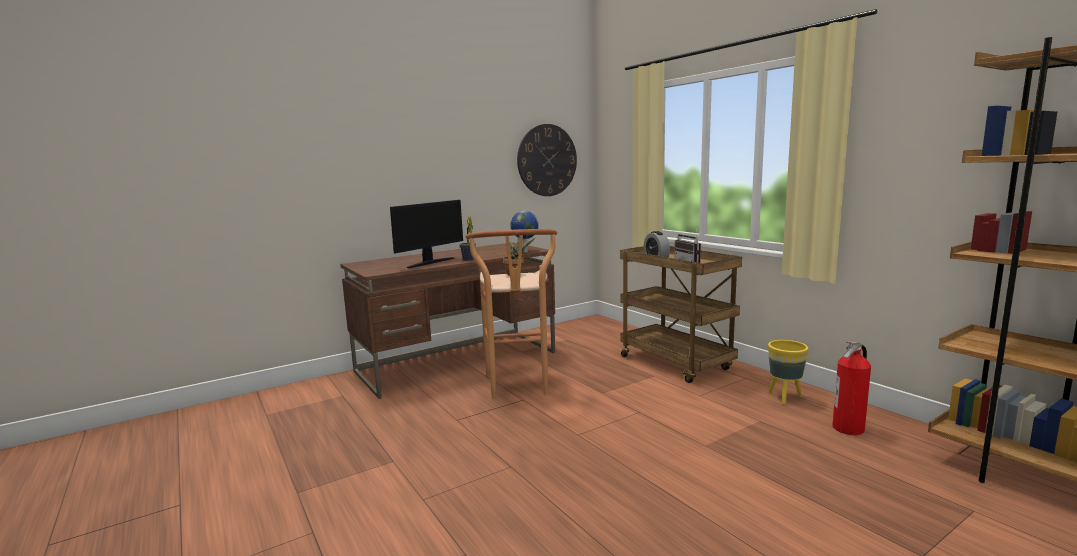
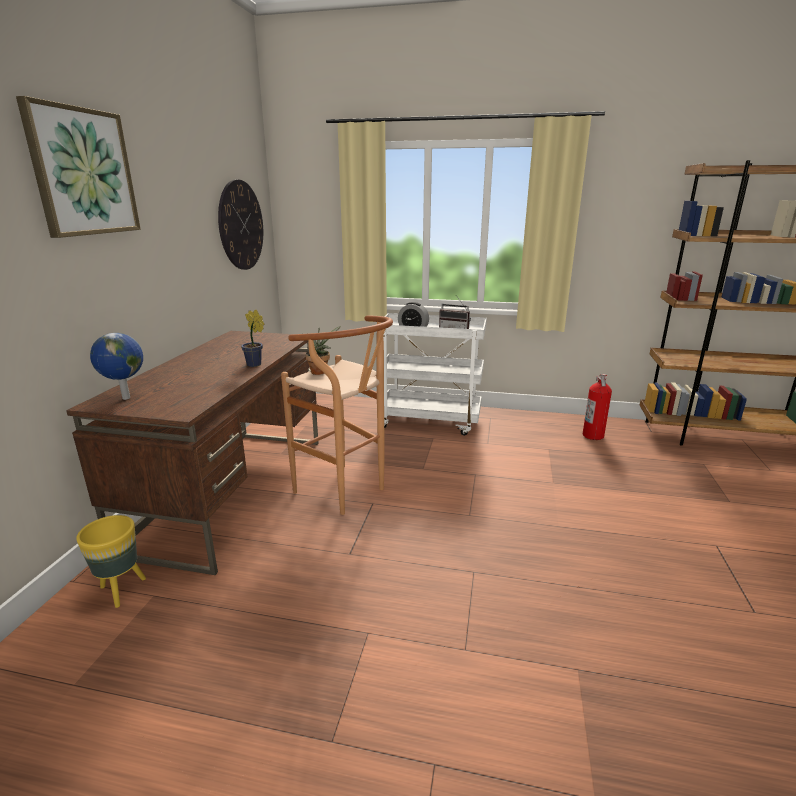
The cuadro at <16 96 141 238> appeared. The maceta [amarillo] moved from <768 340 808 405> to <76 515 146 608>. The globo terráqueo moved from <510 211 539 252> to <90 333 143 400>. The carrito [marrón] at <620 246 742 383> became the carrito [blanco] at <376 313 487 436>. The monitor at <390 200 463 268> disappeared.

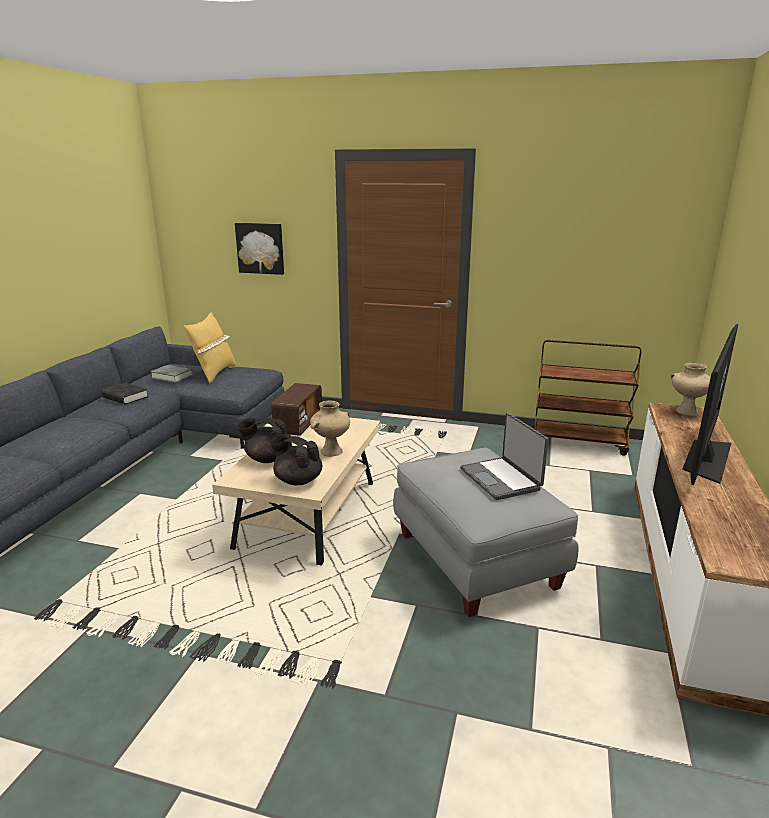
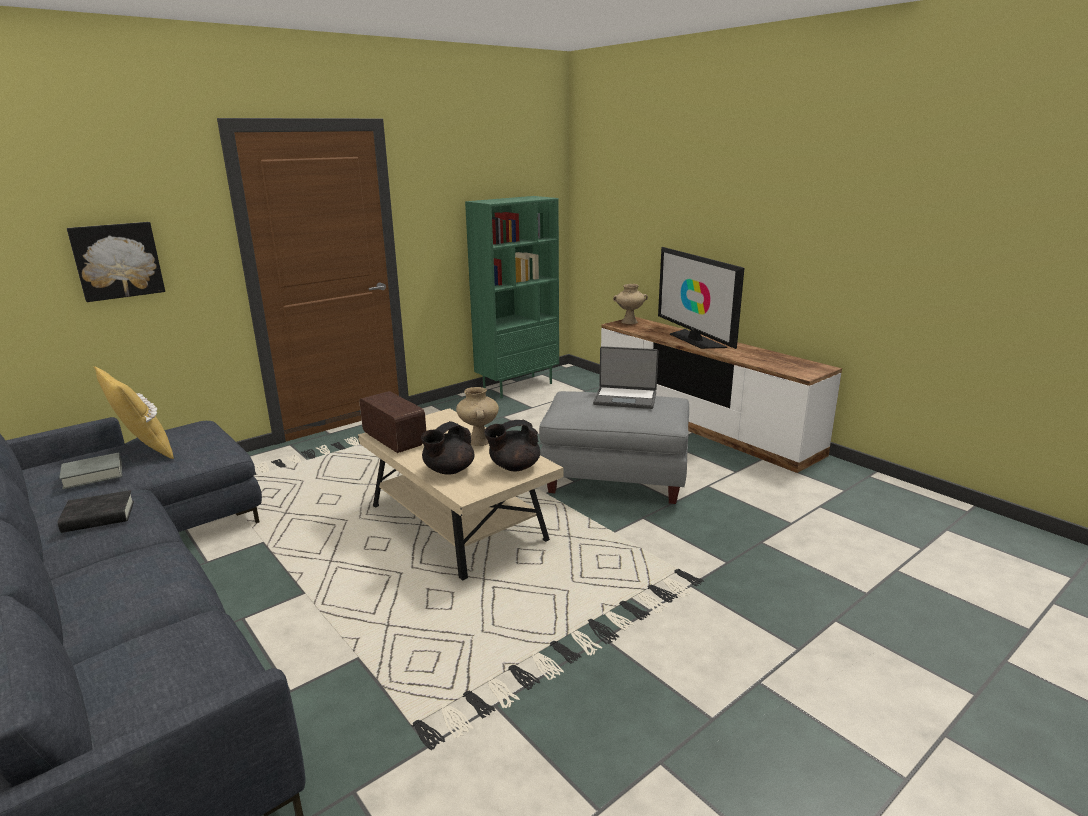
The carrito [marrón] at <532 340 641 456> was replaced by the estantería [verde] at <465 196 559 398>.

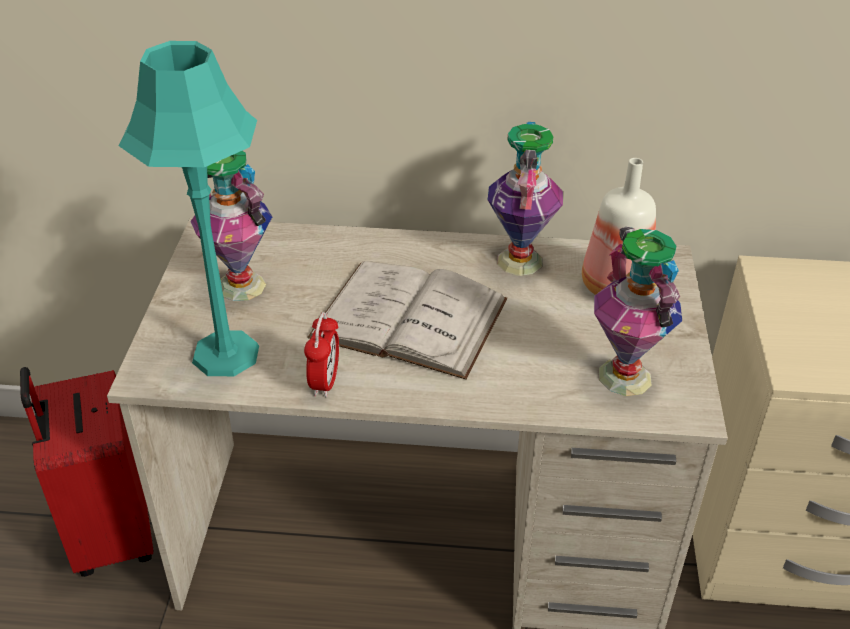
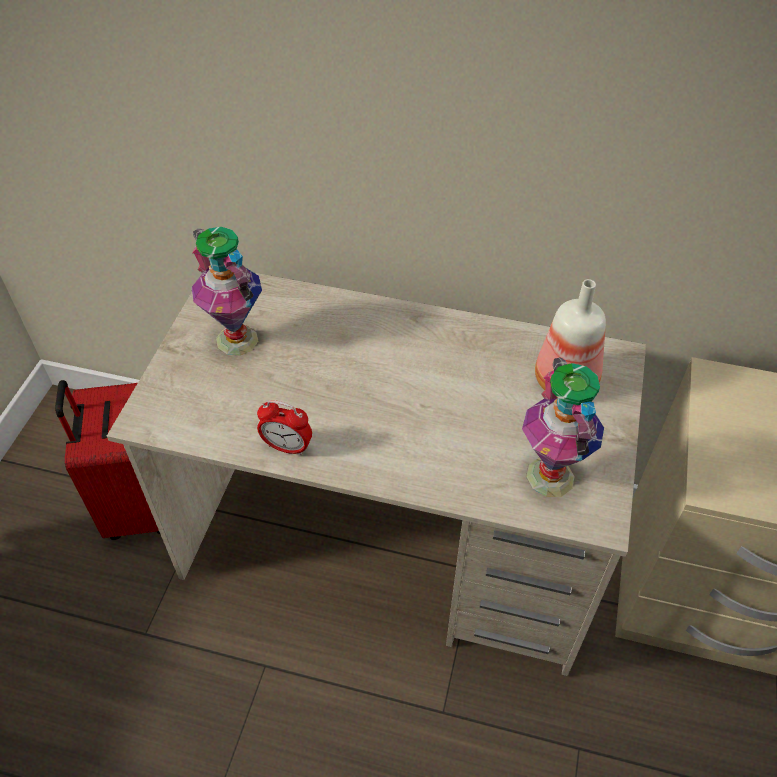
The despertador at <304 312 339 397> turned 90 degrees clockwise. The lámpara de mesa [turquesa] at <119 41 259 376> disappeared. The libro [blanco] at <307 261 507 380> disappeared. The florero at <488 122 563 276> disappeared.

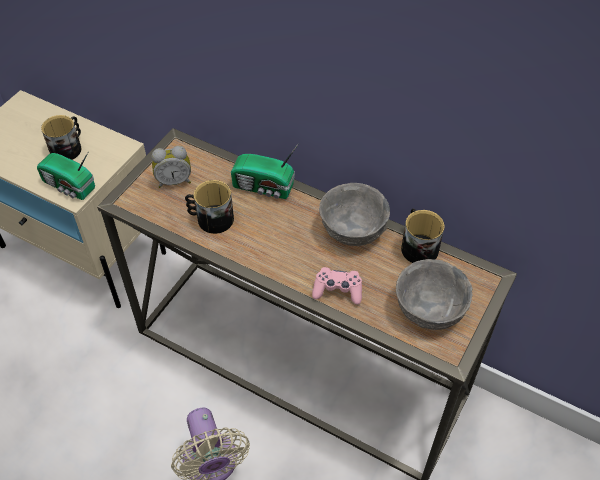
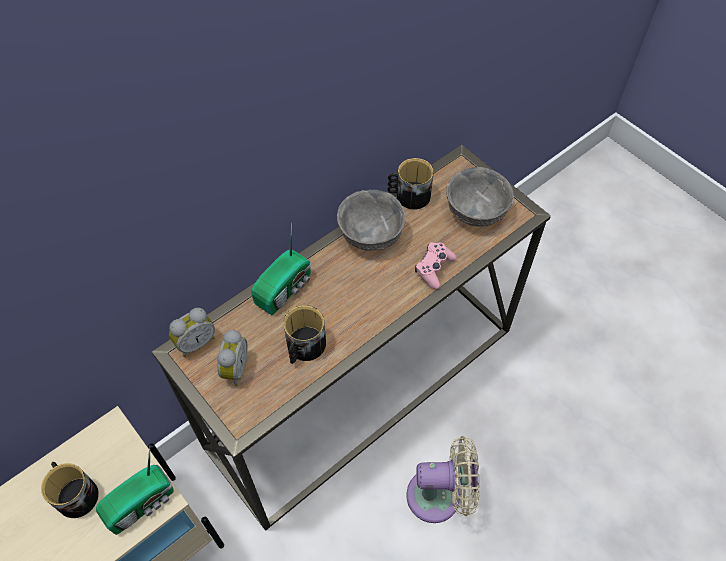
The despertador at <169 308 215 357> appeared.

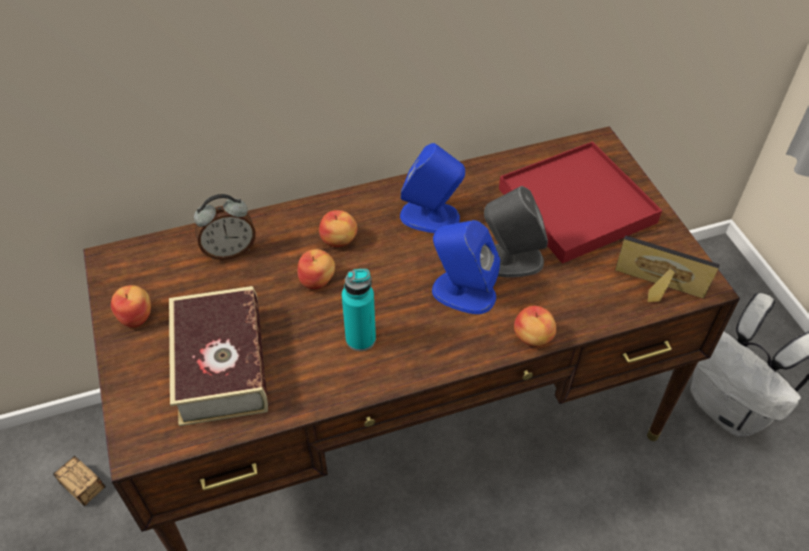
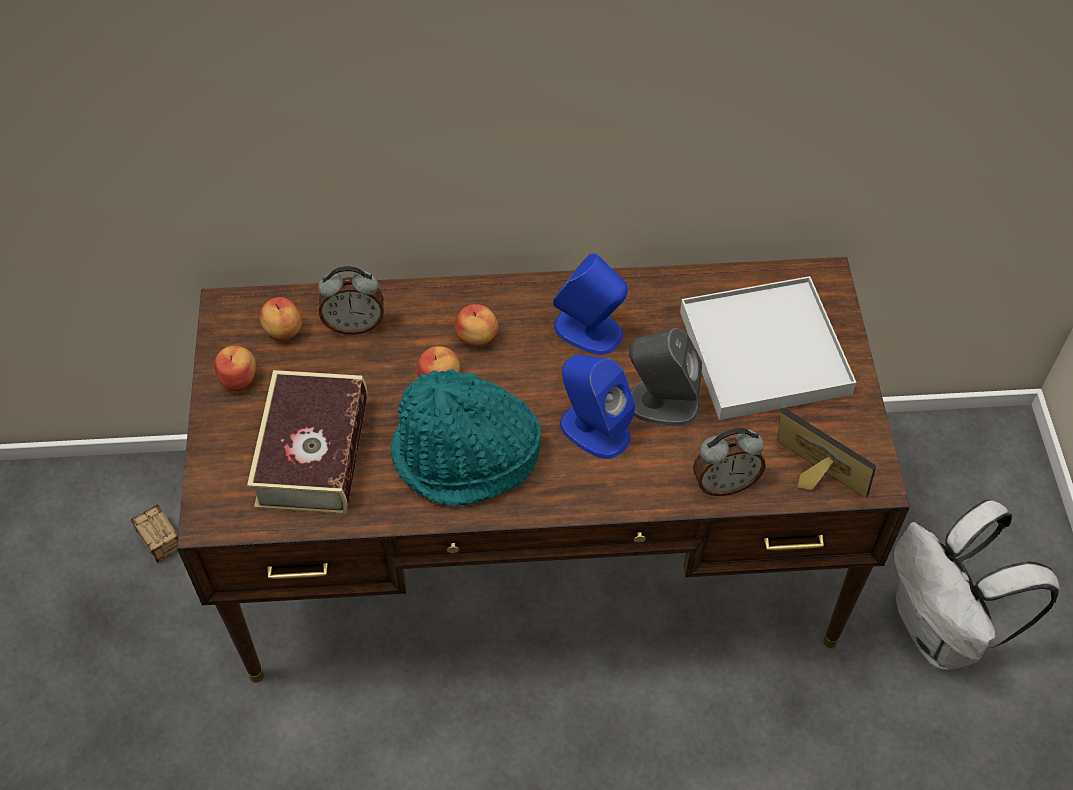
The manzana moved from <514 306 556 346> to <259 297 302 340>. The botella [turquesa] at <342 269 376 351> was replaced by the sombrero [turquesa] at <390 369 541 506>. The bandeja [rojo] at <499 141 662 264> became the bandeja [blanco] at <680 276 856 420>. The despertador at <693 428 766 496> appeared.

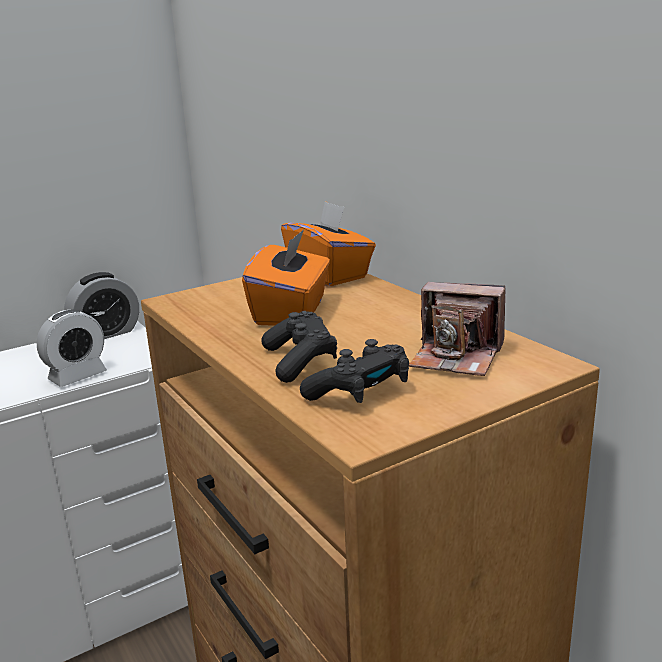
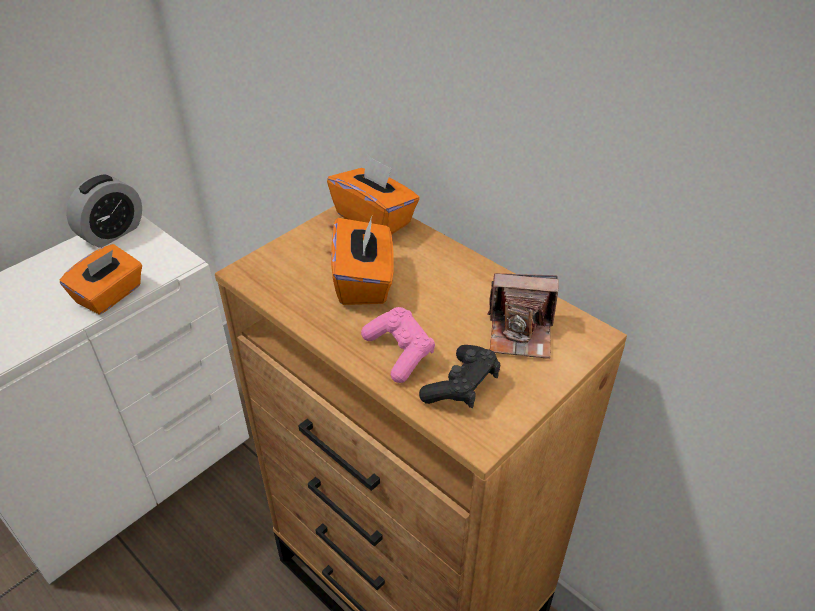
The despertador at <36 309 107 387> was replaced by the caja de pañuelos [naranja] at <60 244 142 315>. The mando de consola [negro] at <262 311 337 383> became the mando de consola [rosa] at <361 307 435 383>.

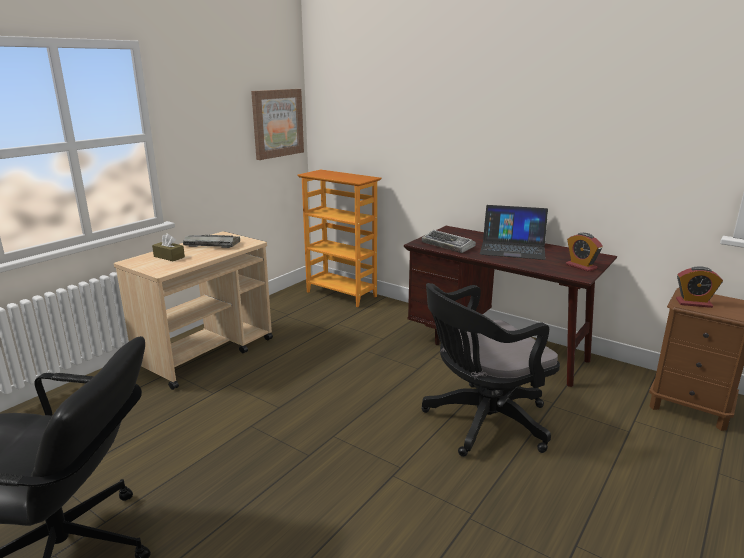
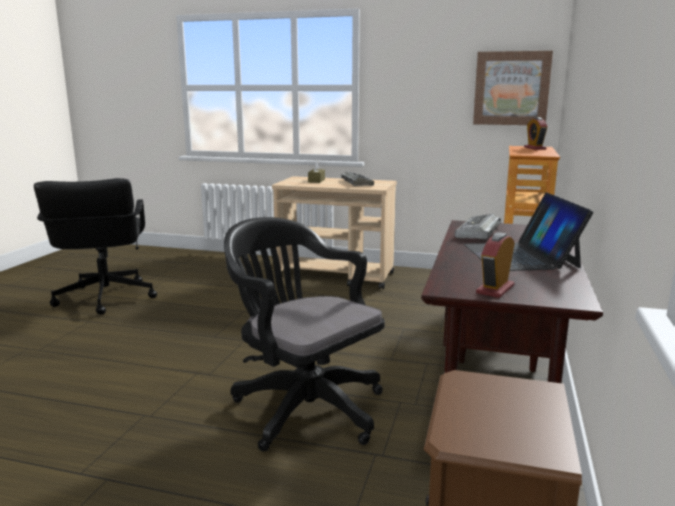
The despertador moved from <676 266 723 308> to <524 117 548 150>.

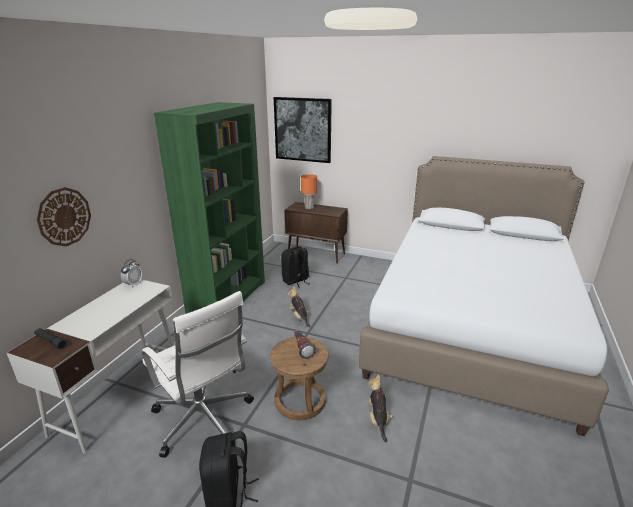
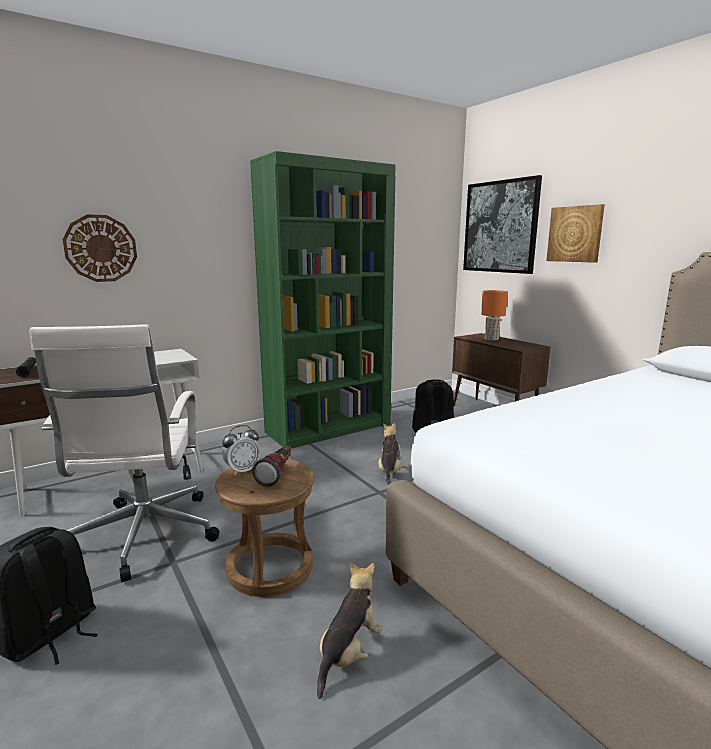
The despertador moved from <121 259 142 286> to <222 425 261 475>. The cuadro at <547 204 605 263> appeared.

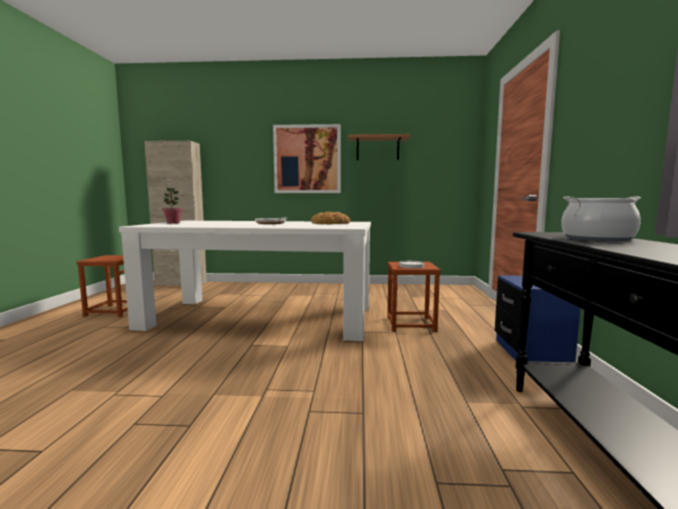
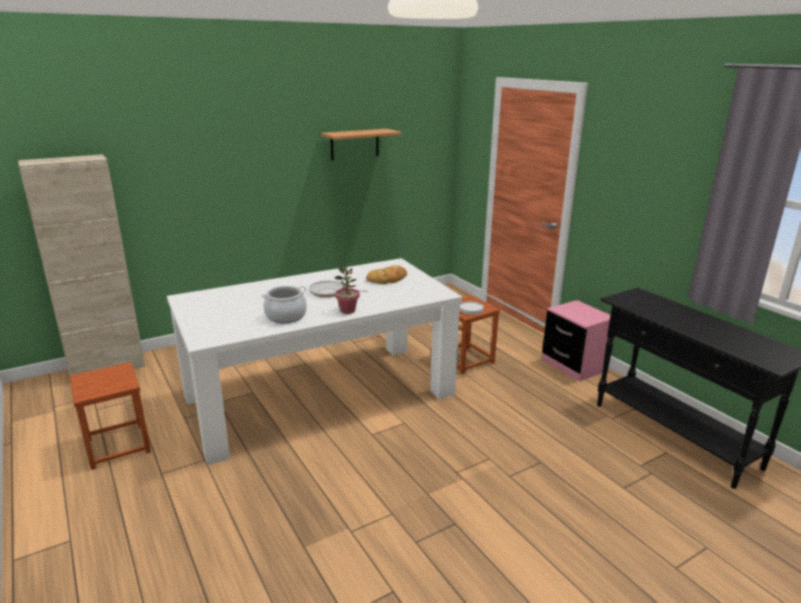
The olla moved from <561 197 642 242> to <261 286 307 323>. The planta en maceta moved from <162 187 183 223> to <334 266 360 314>. The mesita de noche [azul] at <495 275 581 362> became the mesita de noche [rosa] at <542 300 610 381>. The cuadro at <273 124 340 193> disappeared.

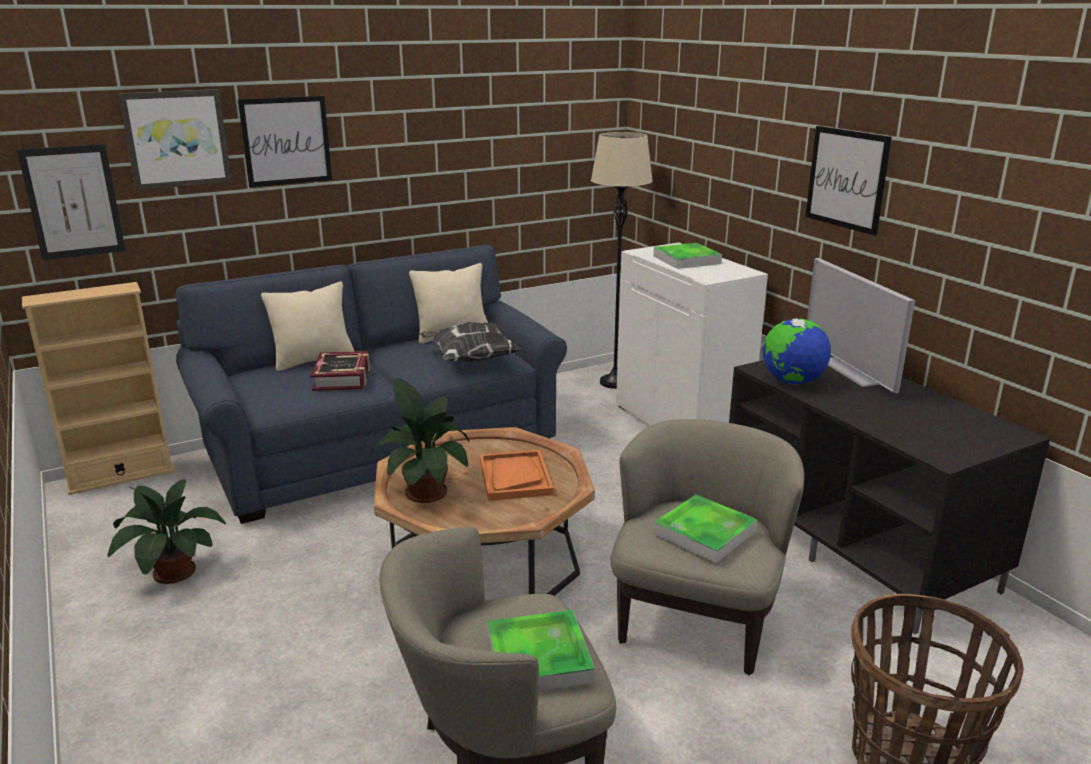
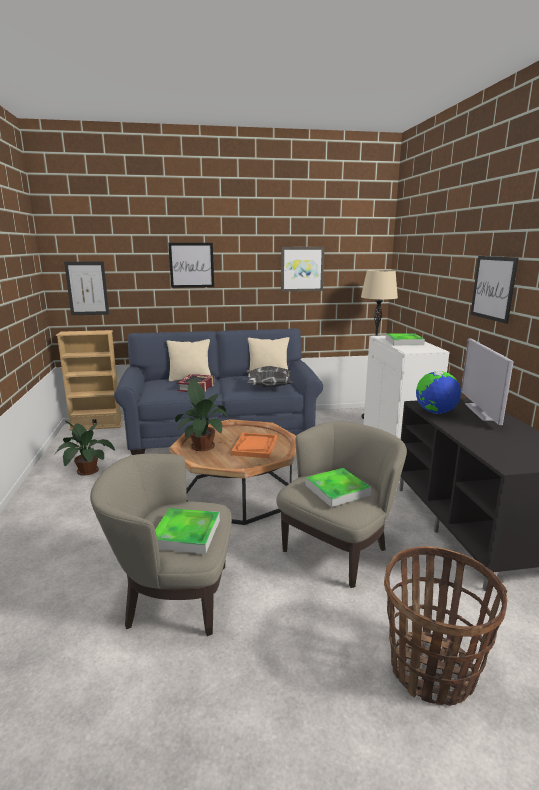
The cuadro moved from <118 89 232 190> to <281 247 324 292>.

